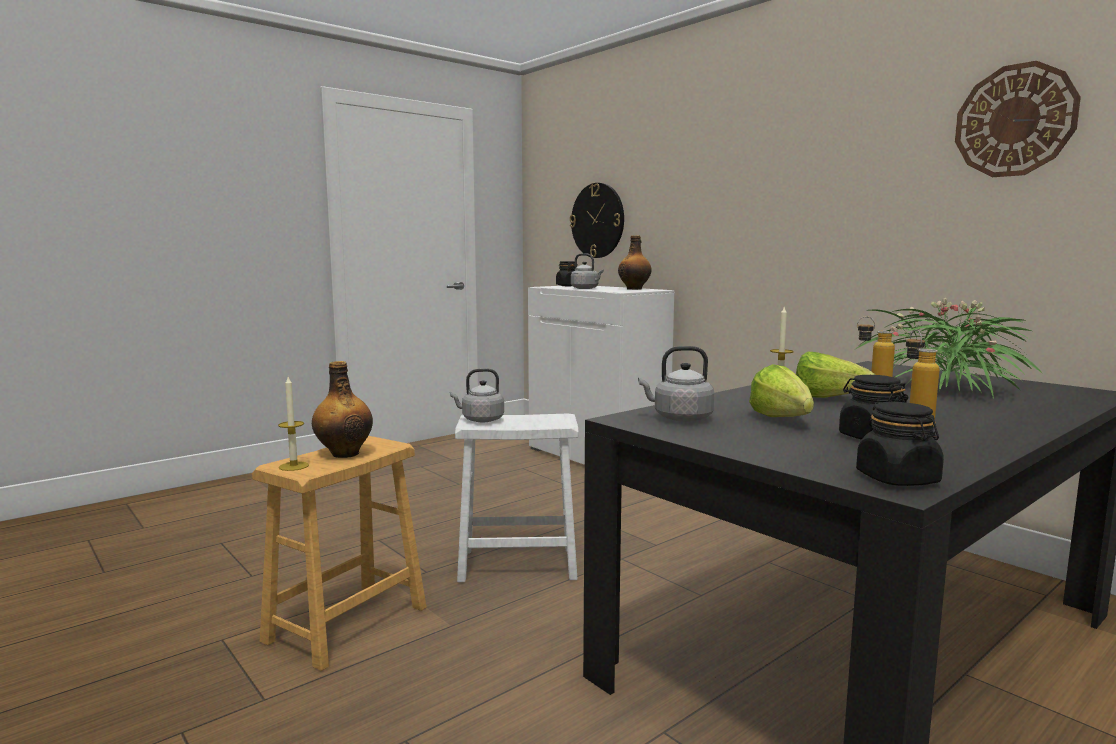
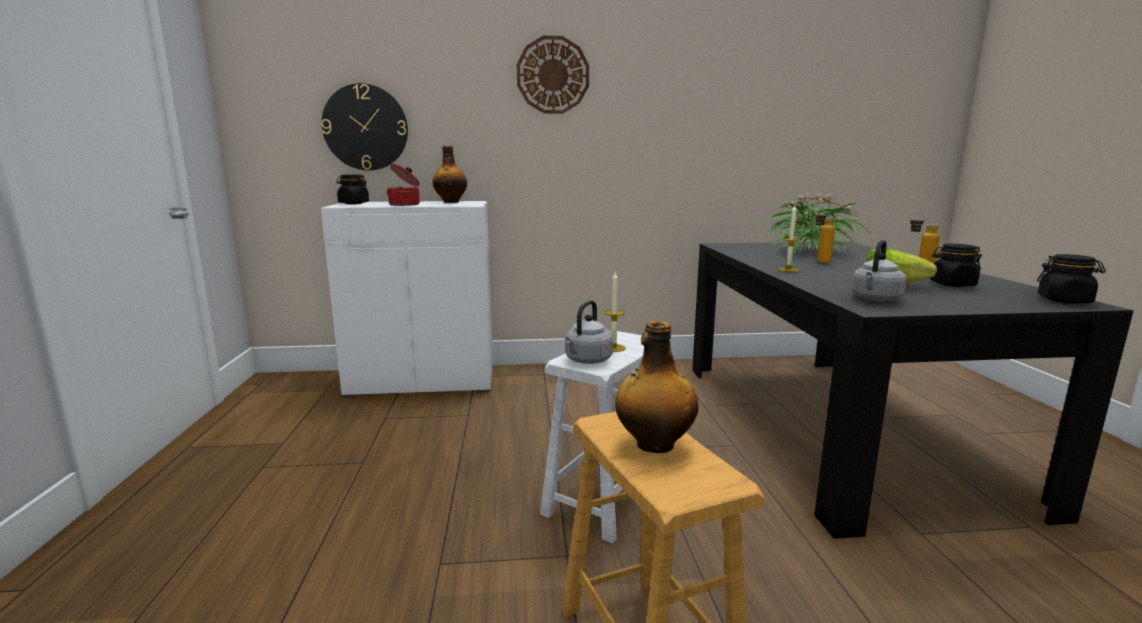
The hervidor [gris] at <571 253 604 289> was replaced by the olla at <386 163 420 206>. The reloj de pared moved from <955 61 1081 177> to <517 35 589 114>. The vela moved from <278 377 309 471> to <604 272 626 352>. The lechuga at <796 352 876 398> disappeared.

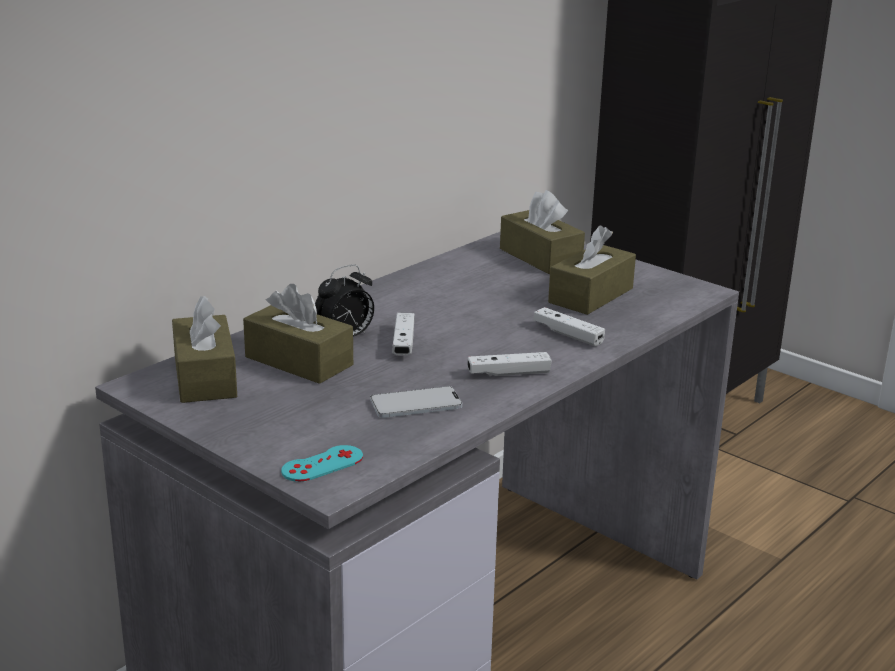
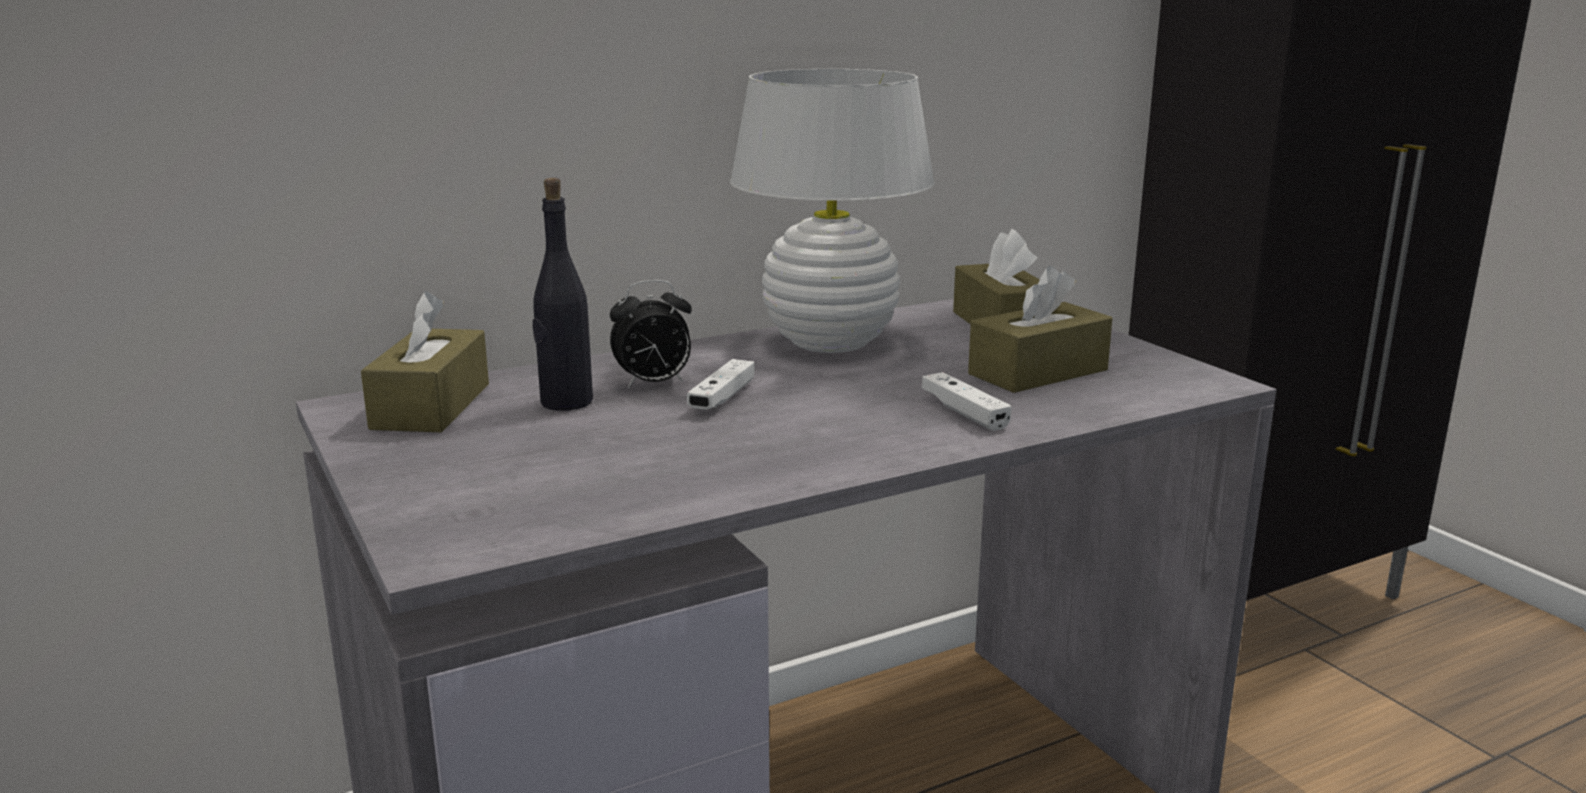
The caja de pañuelos [marrón] at <243 284 353 384> was replaced by the botella [negro] at <533 178 593 411>. The lámpara de mesa [blanco] at <730 69 934 353> appeared. The mando de consola [turquesa] at <281 445 363 482> disappeared. The móvil at <370 386 462 418> disappeared. The mando de consola [blanco] at <467 352 552 376> disappeared.

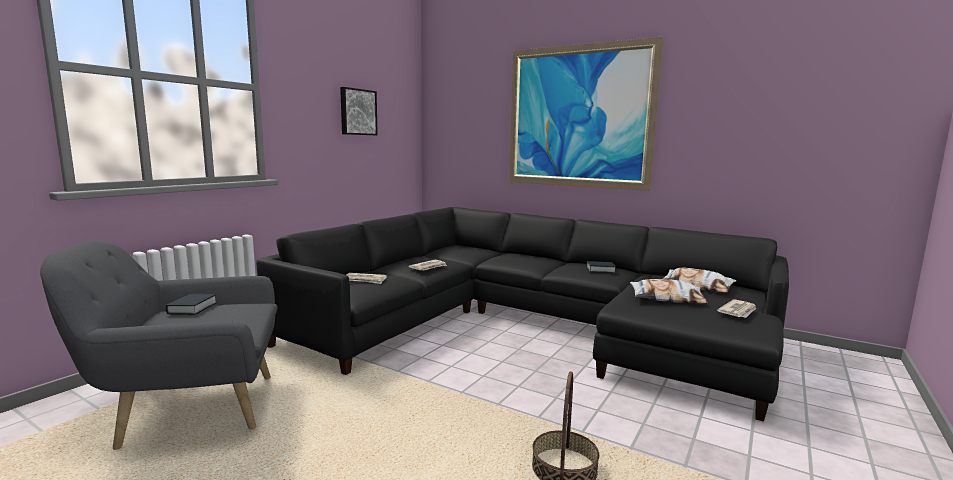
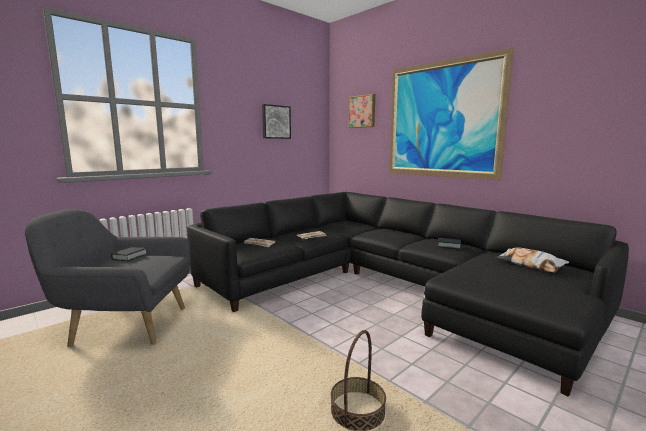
The cuadro at <349 94 375 128> appeared. The cojín at <630 279 708 303> disappeared. The periódico at <717 299 757 318> disappeared.

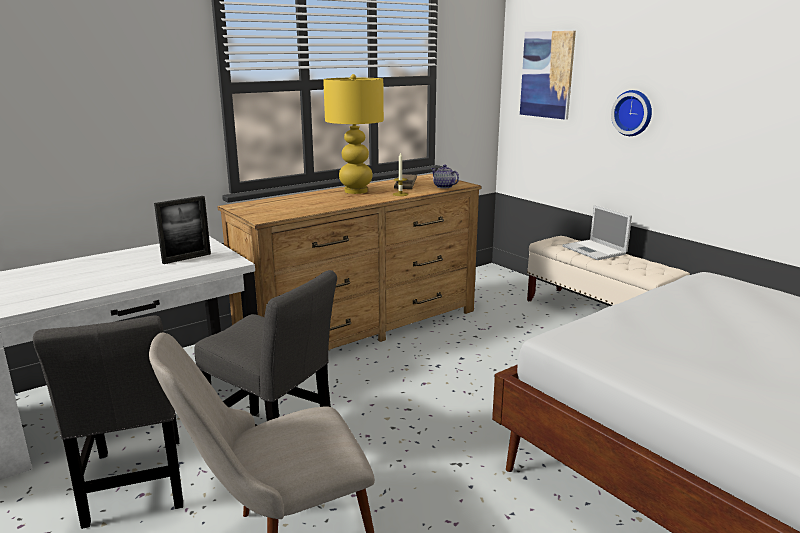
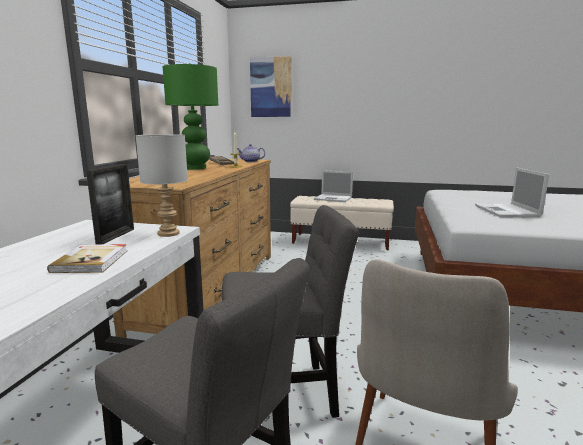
The libro at <47 244 127 273> appeared. The lámpara de mesa [gris] at <136 134 188 237> appeared. The lámpara de mesa [amarillo] at <323 74 384 194> became the lámpara de mesa [verde] at <163 63 218 170>. The portátil at <475 167 549 217> appeared. The reloj de pared at <611 90 652 136> disappeared.

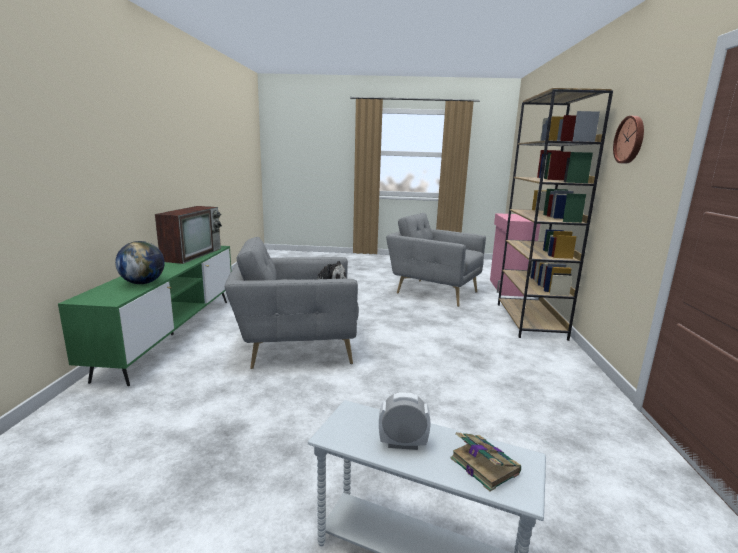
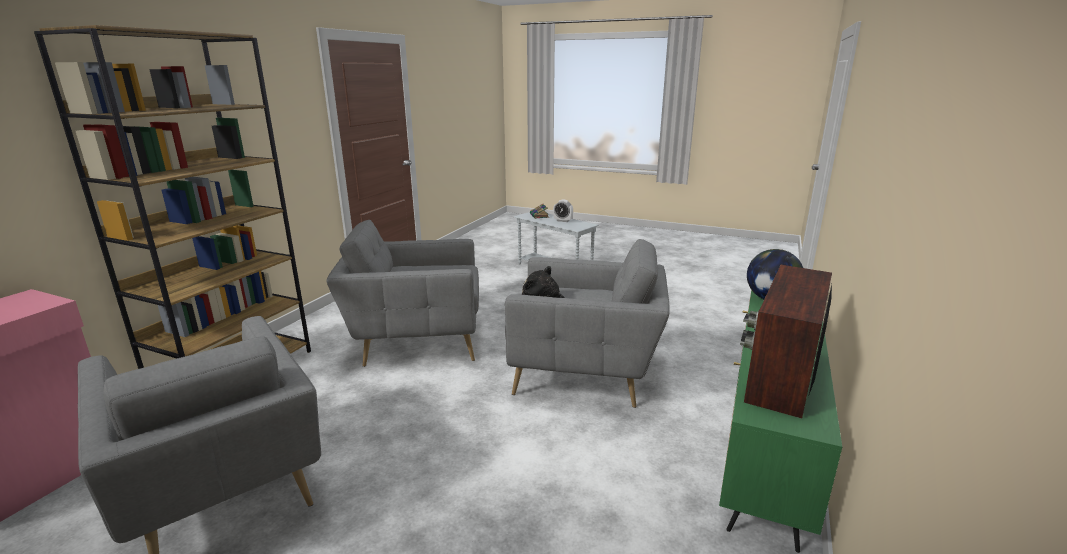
The sillón [gris] at <326 220 479 367> appeared. The reloj de pared at <613 116 644 164> disappeared.

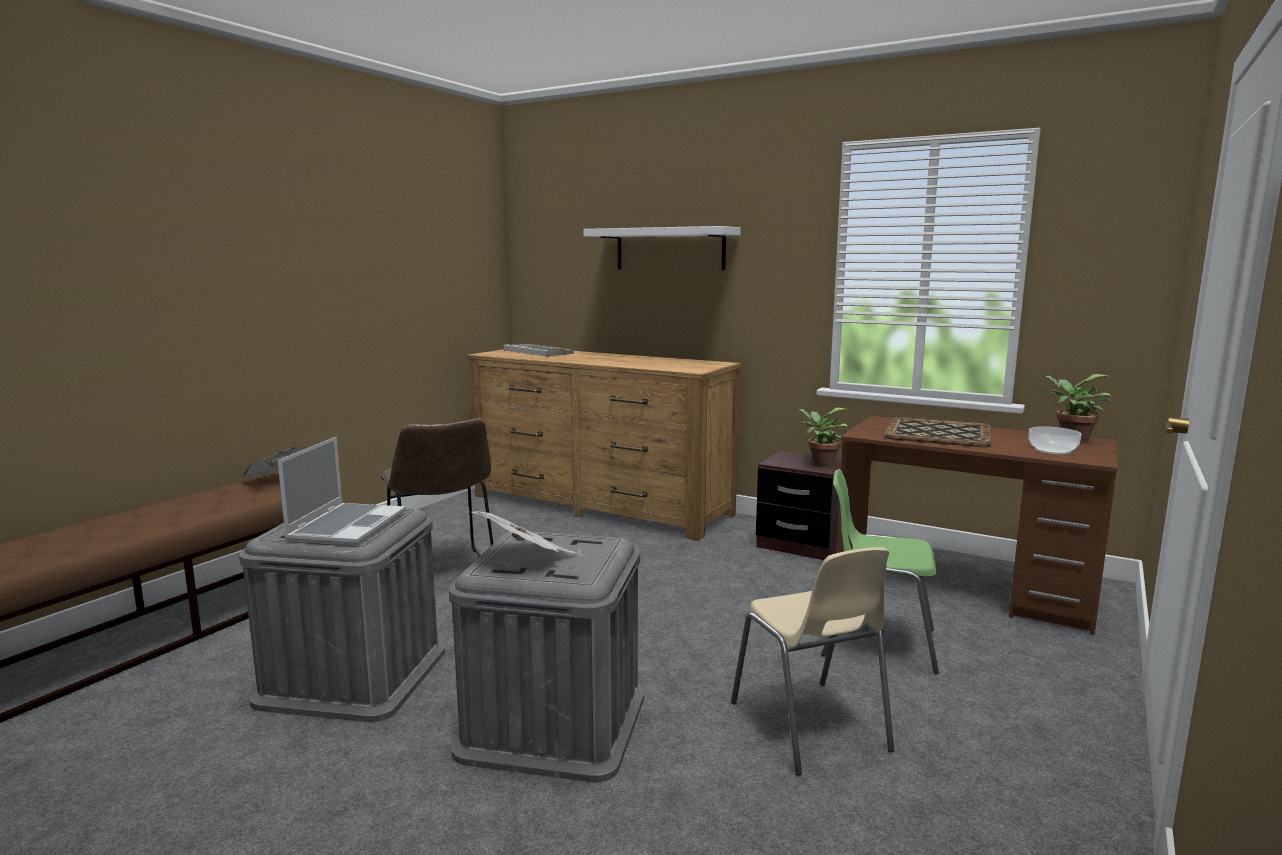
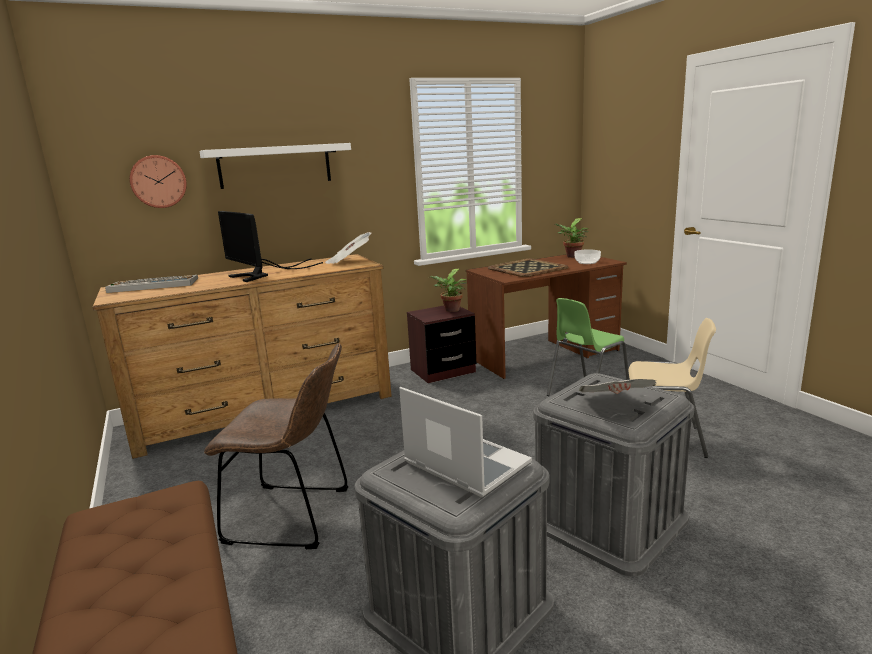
The reloj de pared at <130 155 187 208> appeared. The monitor at <218 211 323 282> appeared. The periódico moved from <242 447 309 478> to <325 232 372 264>.

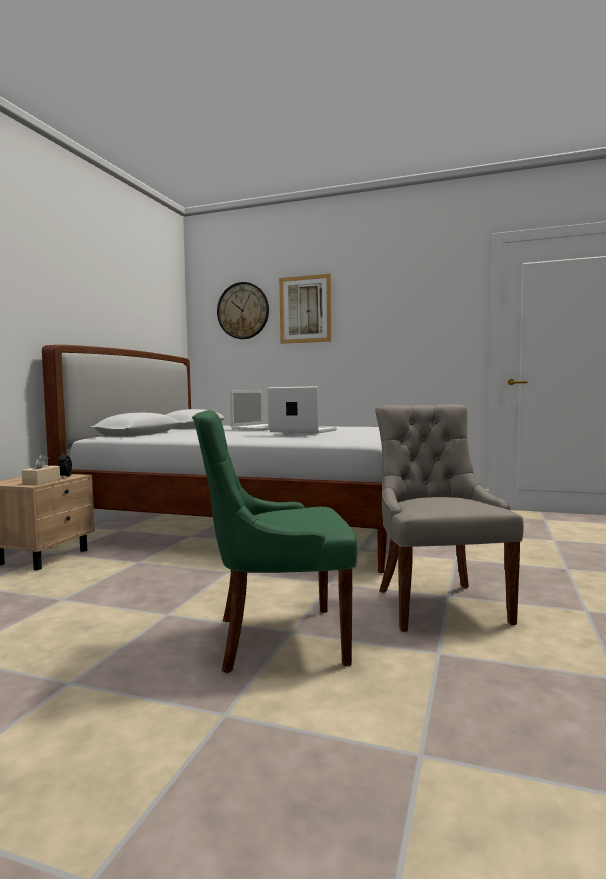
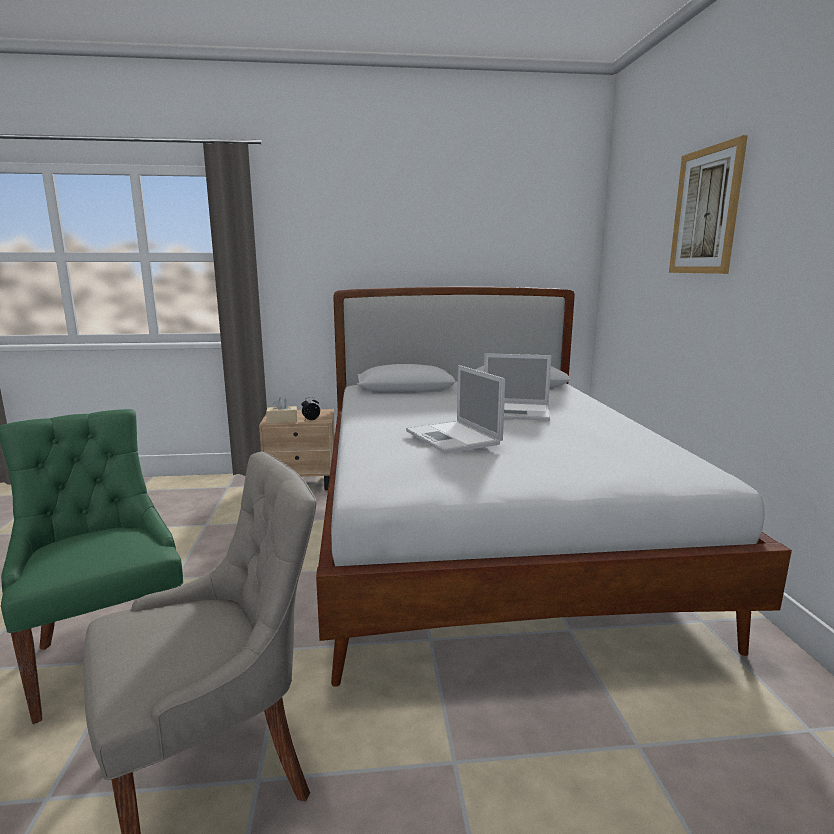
The portátil at <268 386 337 433> turned 150 degrees clockwise. The reloj de pared at <217 282 269 339> disappeared.

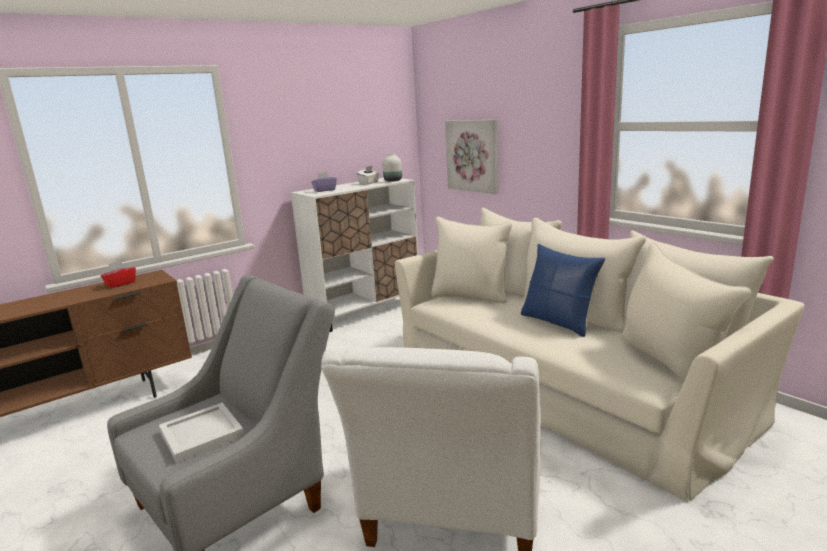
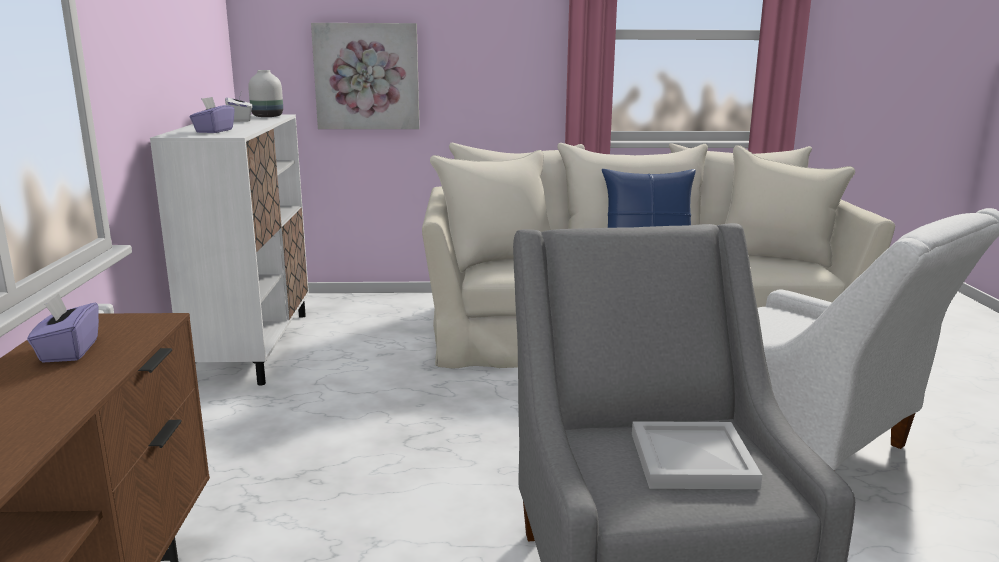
The caja de pañuelos [rojo] at <101 261 136 288> became the caja de pañuelos [morado] at <27 293 99 362>.

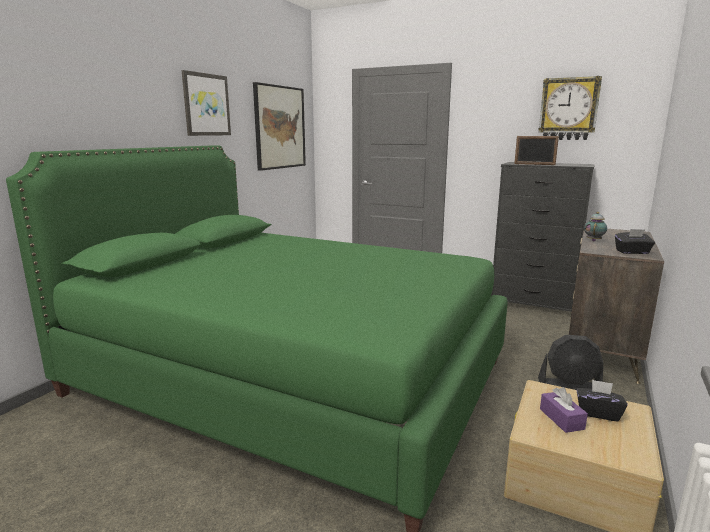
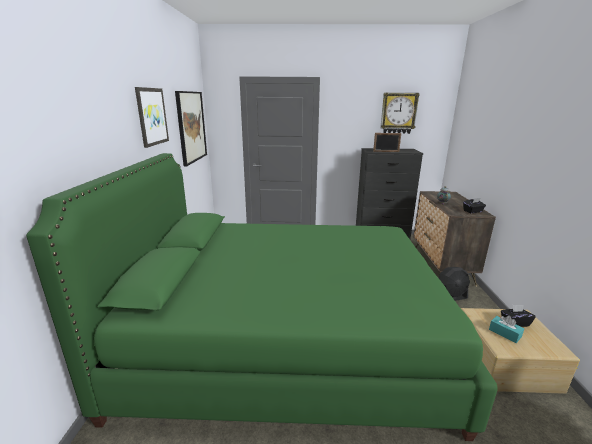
The caja de pañuelos [morado] at <540 387 588 433> became the caja de pañuelos [turquesa] at <489 316 524 343>.

